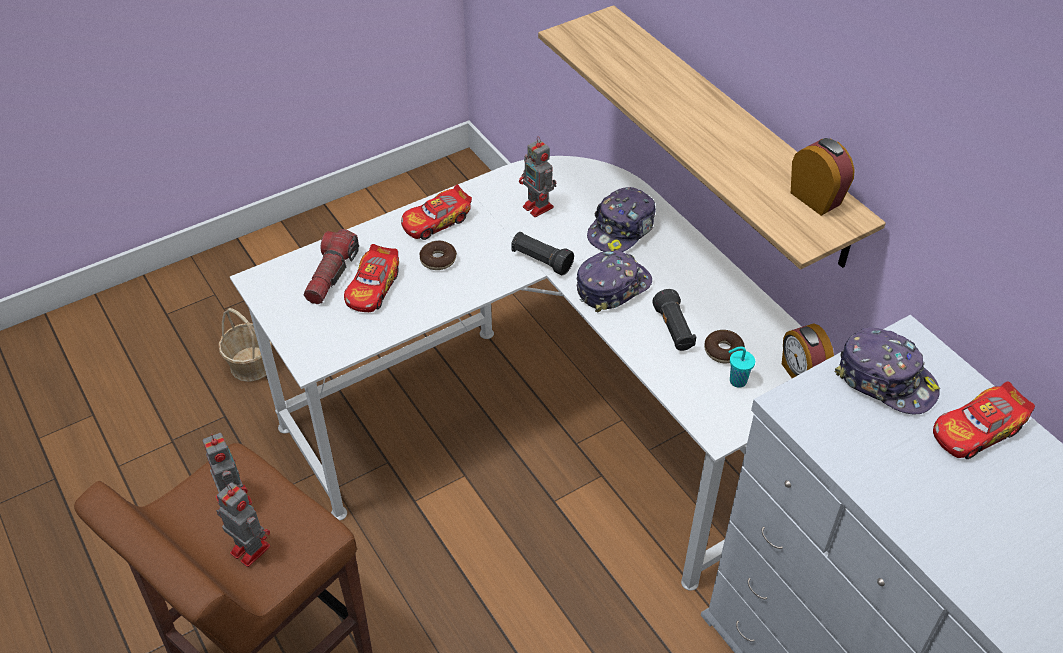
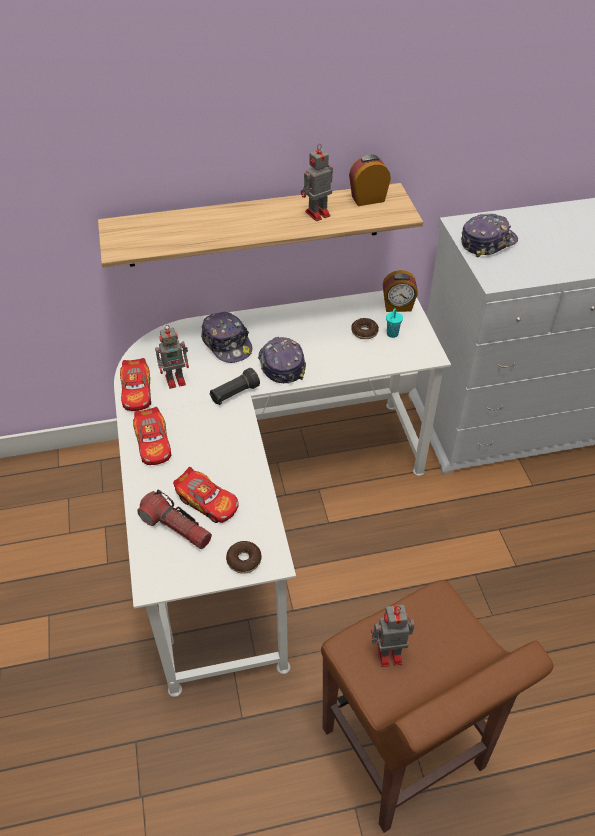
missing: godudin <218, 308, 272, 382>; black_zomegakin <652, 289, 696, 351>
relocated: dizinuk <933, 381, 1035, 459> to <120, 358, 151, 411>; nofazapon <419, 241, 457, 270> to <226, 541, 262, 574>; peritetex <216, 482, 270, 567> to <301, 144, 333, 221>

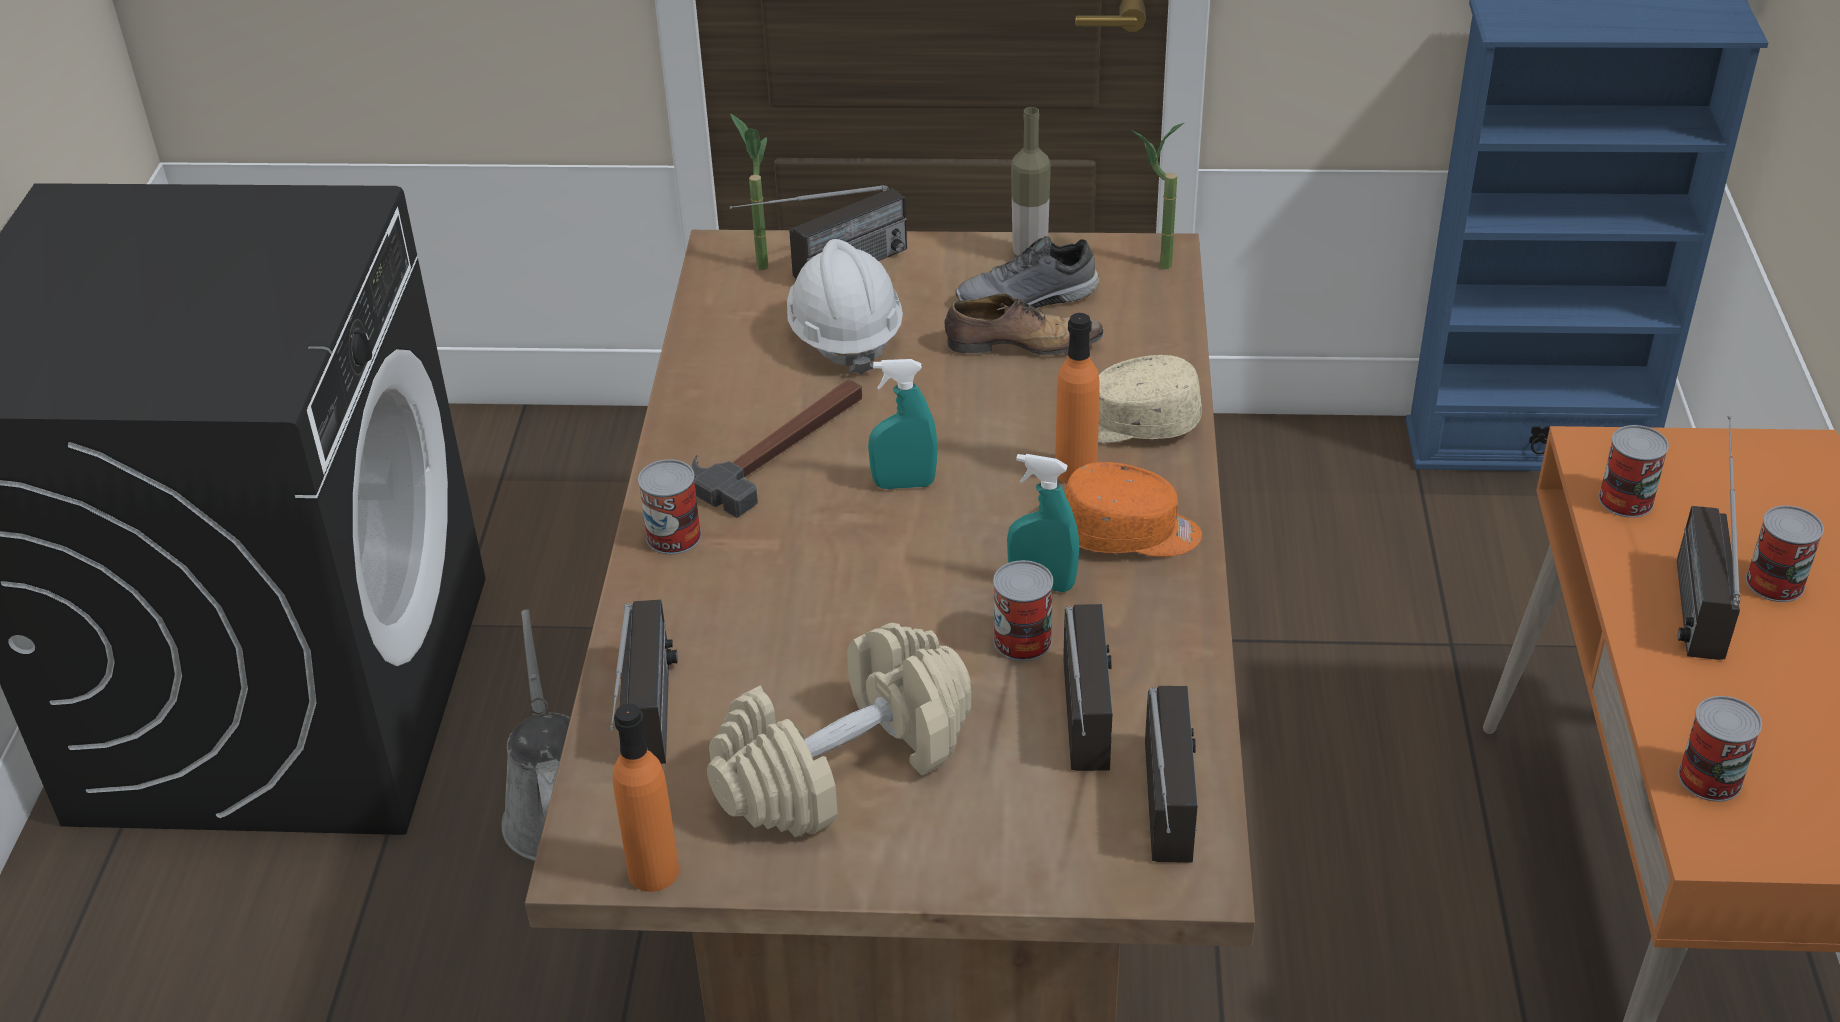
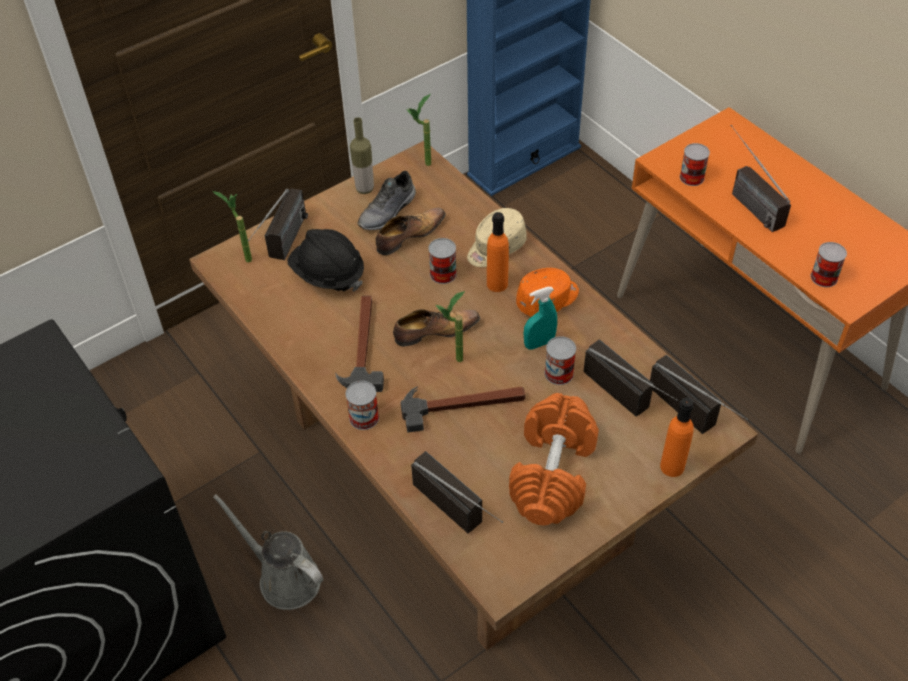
appeared: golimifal <400, 386, 526, 432>; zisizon <436, 291, 465, 362>
relocated: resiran <1746, 505, 1824, 602> to <428, 238, 457, 284>; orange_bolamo <613, 703, 679, 892> to <660, 397, 694, 477>
exchanged: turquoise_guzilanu <868, 359, 938, 489> to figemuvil <393, 309, 480, 346>
colour: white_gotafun <787, 239, 903, 375> to black_gotafun <288, 229, 364, 291>; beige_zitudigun <707, 623, 971, 837> to orange_zitudigun <509, 393, 599, 526>

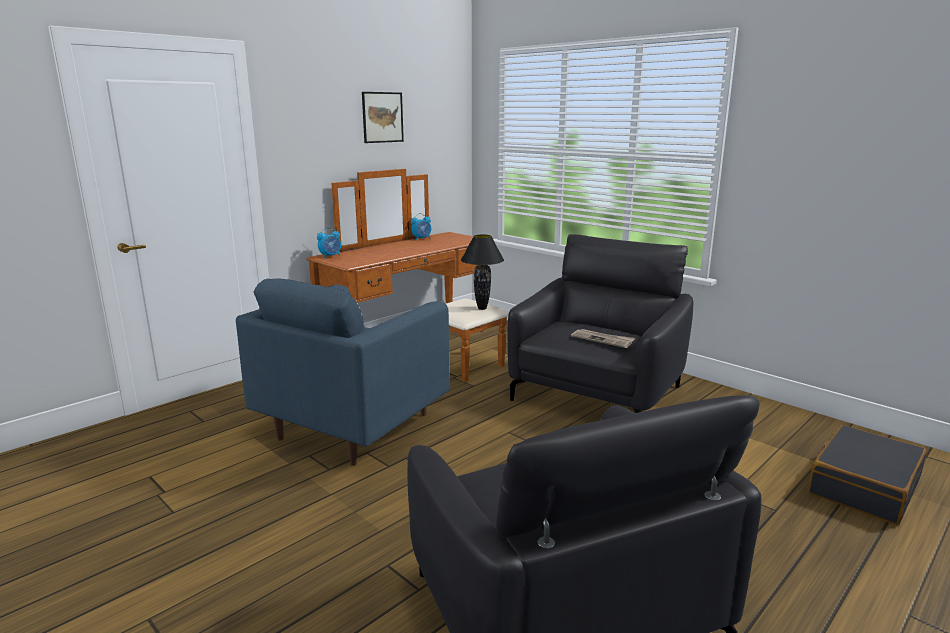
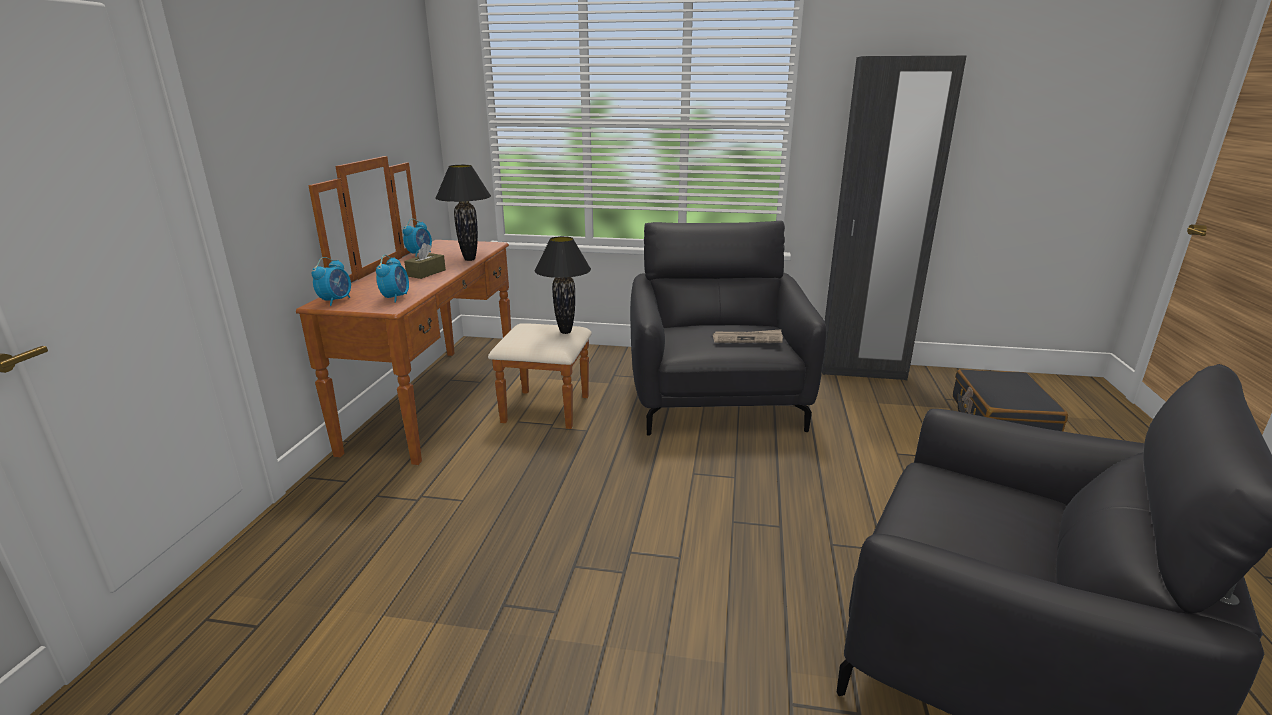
missing: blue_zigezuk <236, 278, 450, 466>; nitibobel <362, 92, 404, 143>
appeared: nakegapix <376, 255, 409, 303>; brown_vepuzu <404, 243, 446, 279>; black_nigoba <435, 165, 491, 261>; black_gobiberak <822, 56, 966, 380>

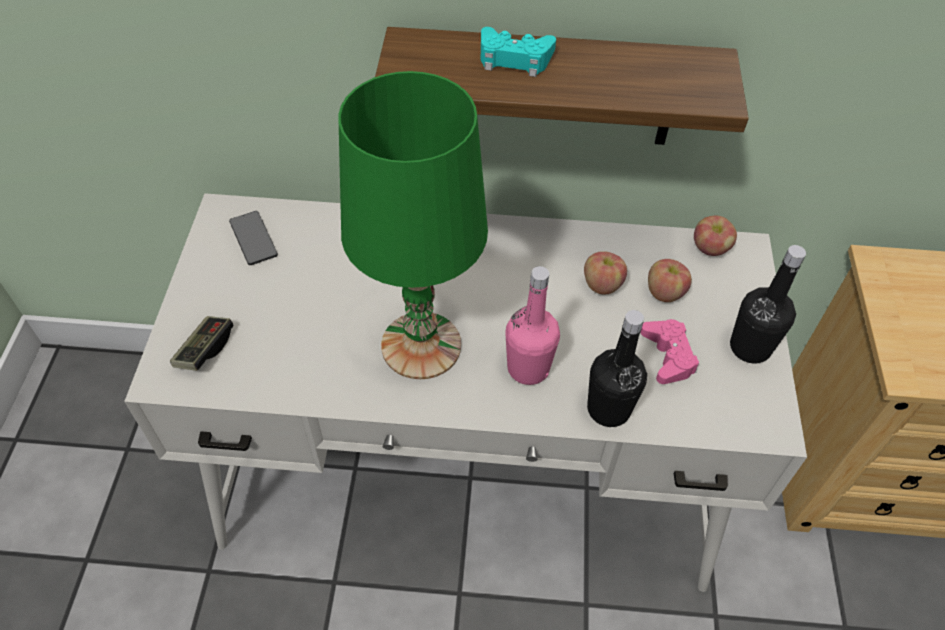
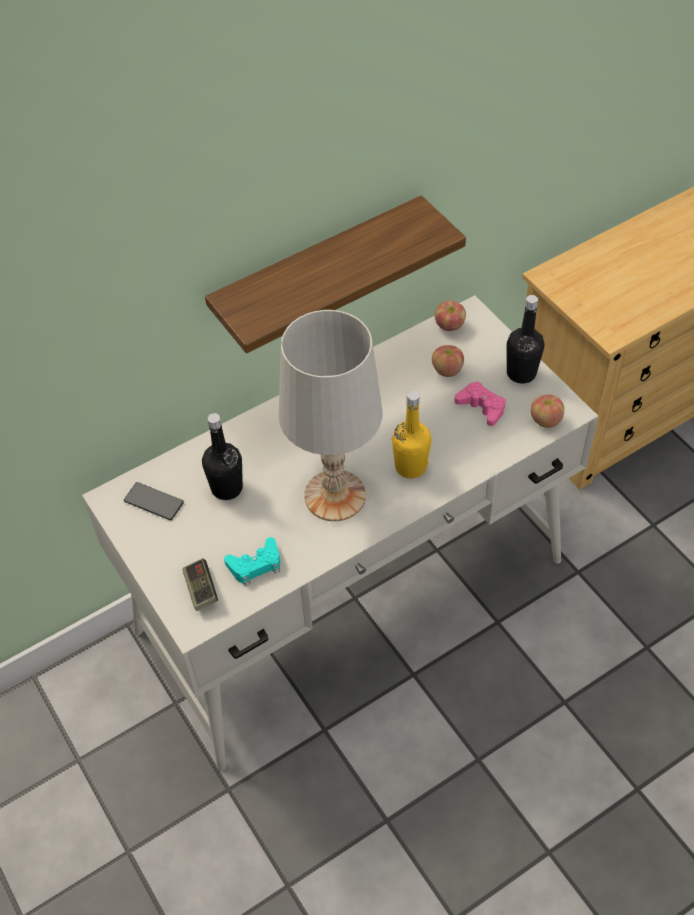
relocated: black_bolamo <587, 310, 647, 427> to <202, 413, 243, 500>; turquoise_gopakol <481, 27, 556, 77> to <224, 537, 280, 586>; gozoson <584, 251, 627, 294> to <530, 395, 564, 428>
colour: green_nigoba <339, 71, 488, 379> to white_nigoba <279, 310, 382, 521>; pink_bolamo <505, 266, 560, 385> to yellow_bolamo <392, 391, 432, 479>

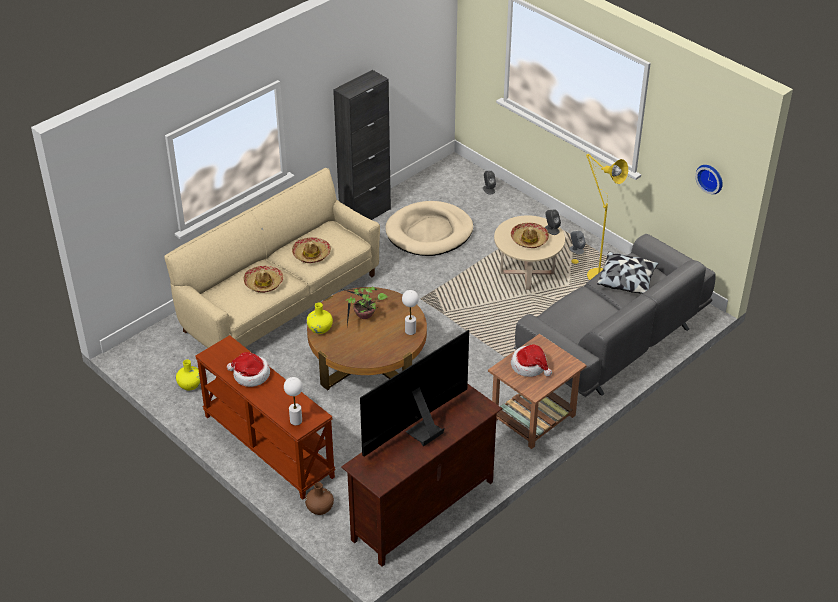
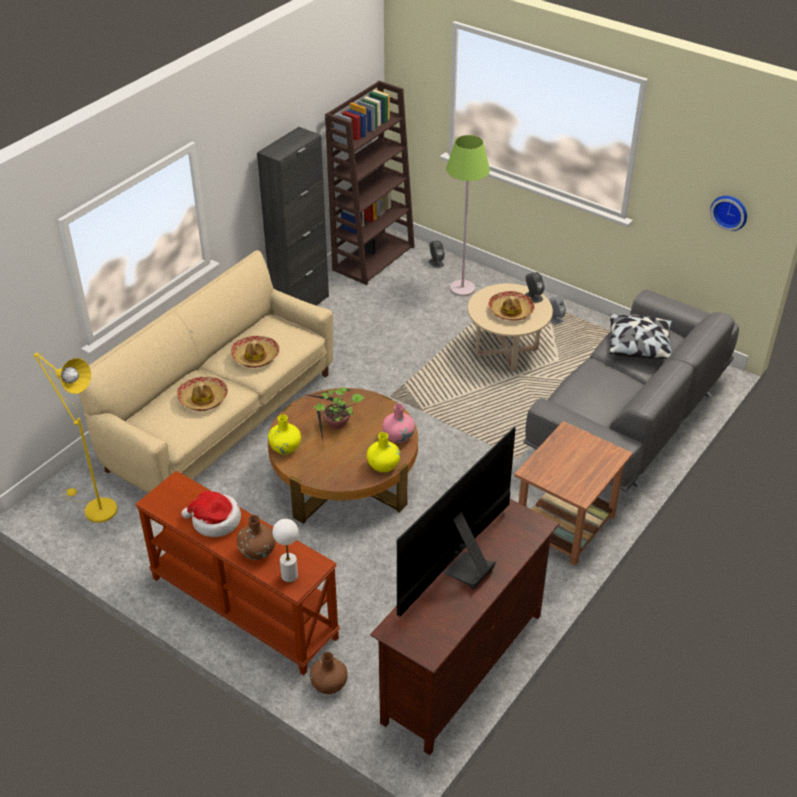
missing: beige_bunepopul <385, 201, 473, 256>; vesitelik <511, 344, 552, 377>
appeared: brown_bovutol <237, 515, 276, 560>; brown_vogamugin <325, 81, 415, 285>; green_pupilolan <446, 135, 490, 296>
relocated: yellow_pupilolan <571, 153, 628, 280> to <33, 353, 117, 523>; yellow_bovutol <176, 360, 200, 390> to <367, 432, 400, 472>
exchanged: white_nigoba <402, 290, 419, 335> to pink_bovutol <382, 403, 415, 443>

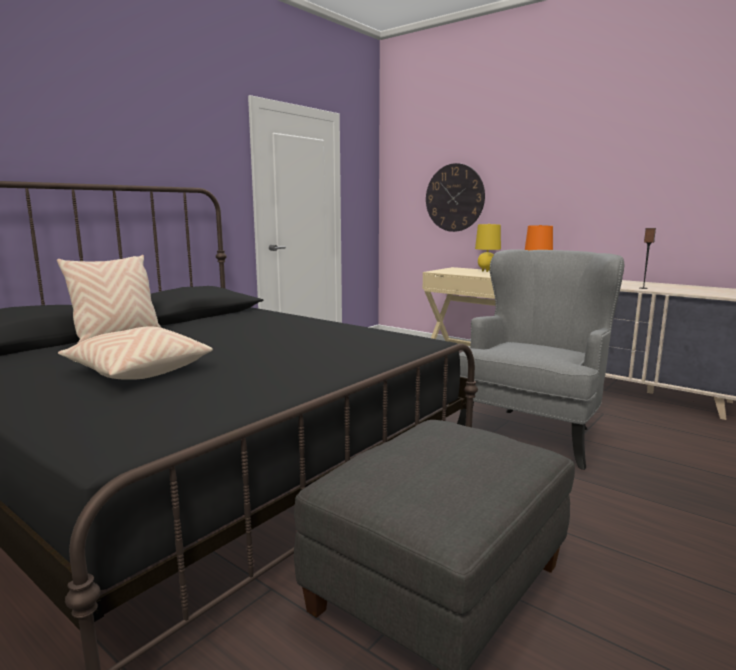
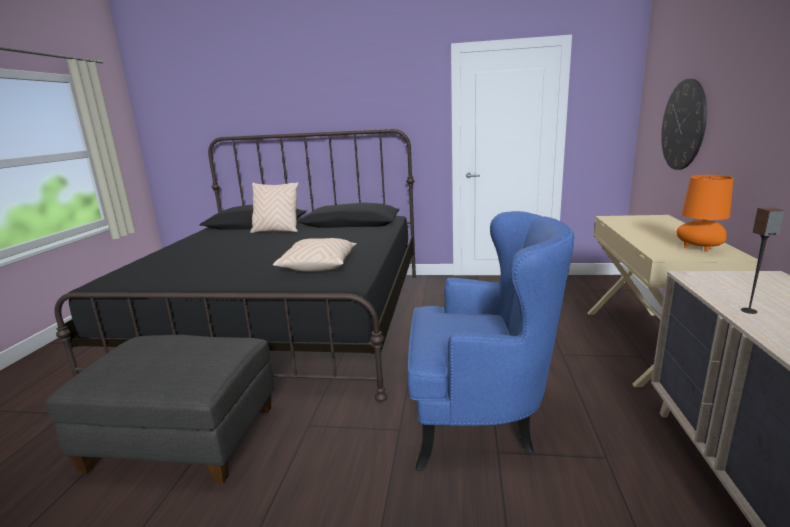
missing: yellow_nigoba <475, 224, 501, 272>
relocated: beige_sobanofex <58, 326, 213, 380> to <273, 238, 357, 272>
colour: grey_zigezuk <457, 249, 624, 470> to blue_zigezuk <407, 211, 575, 471>

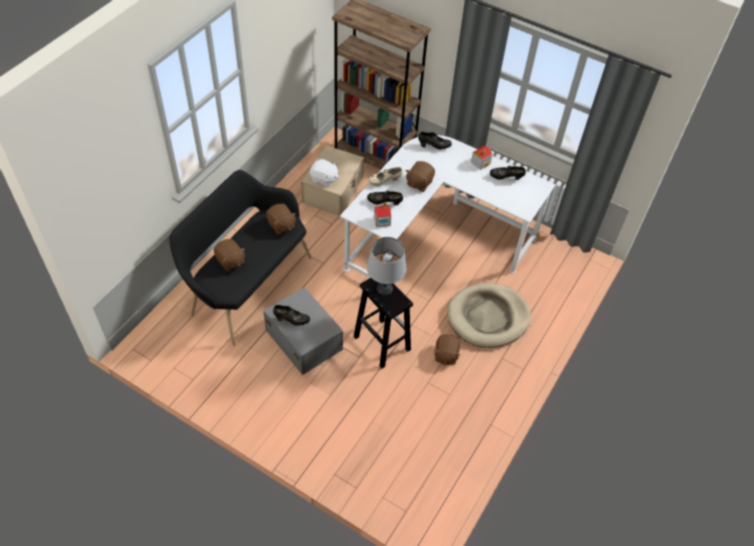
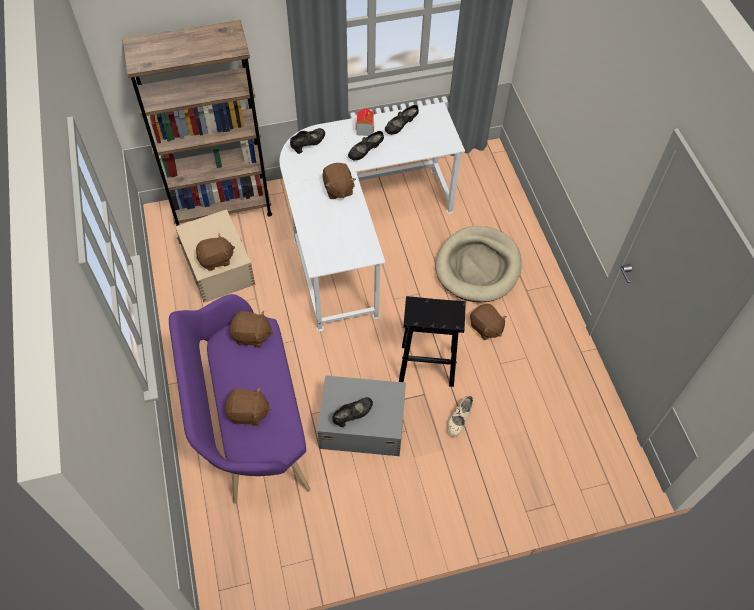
missing: grey_nigoba <367, 237, 406, 296>; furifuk <374, 202, 391, 227>
relocated: black_figemuvil <367, 190, 403, 205> to <348, 131, 384, 160>; beige_figemuvil <368, 167, 403, 186> to <448, 396, 474, 437>
colour: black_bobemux <169, 170, 312, 346> to purple_bobemux <169, 294, 310, 504>; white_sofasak <310, 159, 339, 187> to brown_sofasak <196, 233, 235, 271>

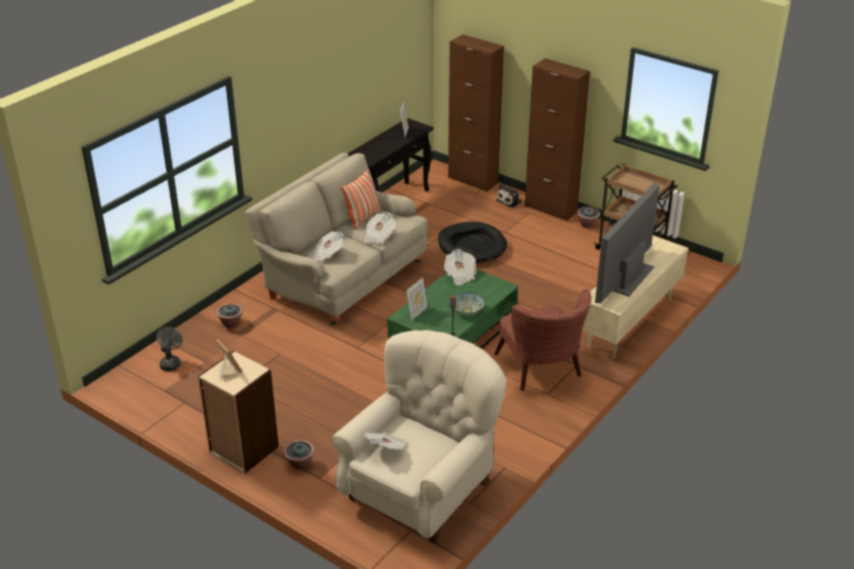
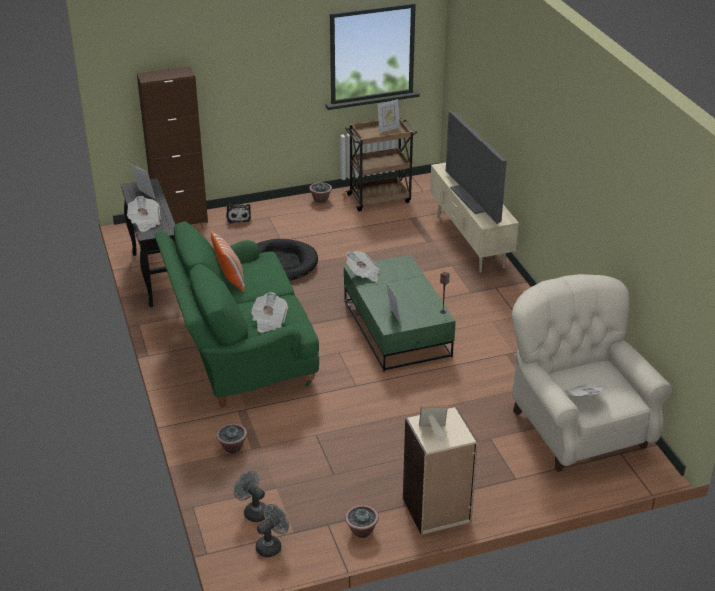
missing: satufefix <454, 293, 484, 315>; brown_zigezuk <495, 289, 591, 391>; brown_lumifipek <525, 58, 590, 221>
appeared: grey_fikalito <256, 504, 289, 557>; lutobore <377, 99, 400, 133>
relocated: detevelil <364, 212, 396, 244> to <127, 196, 161, 232>; zisizon <284, 440, 314, 470> to <345, 505, 379, 538>
colour: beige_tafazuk <245, 153, 428, 326> to green_tafazuk <154, 221, 319, 407>

